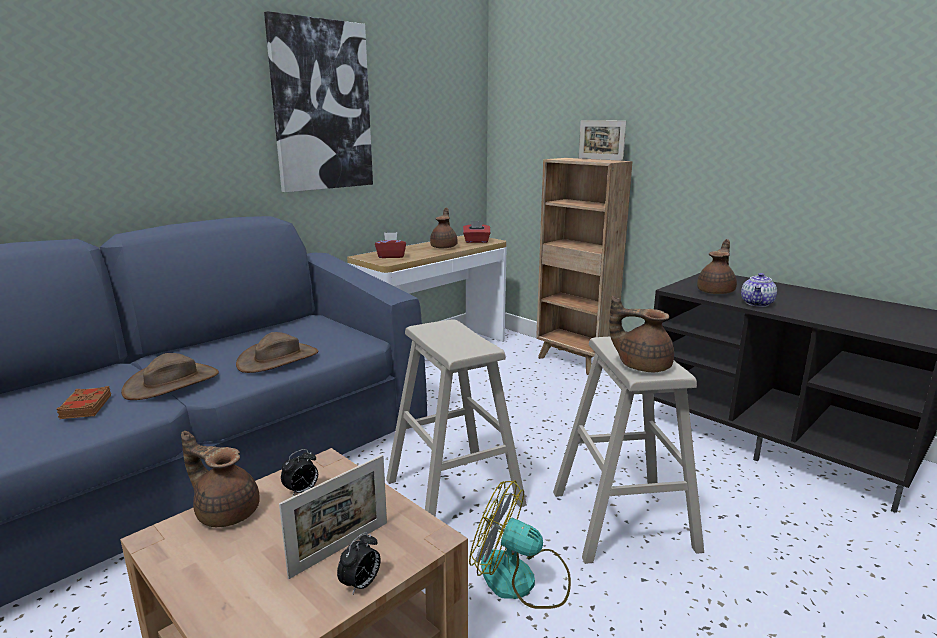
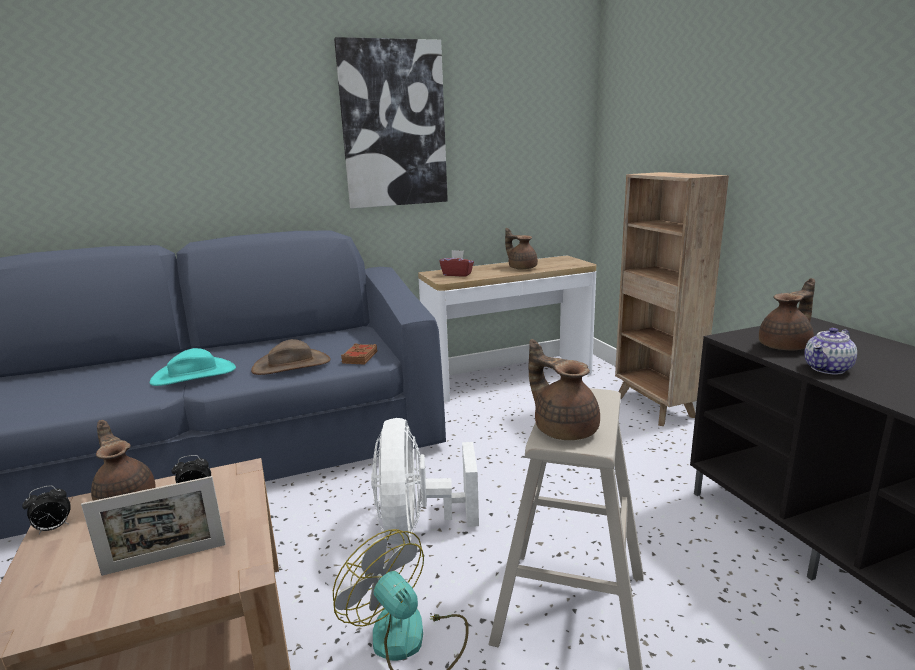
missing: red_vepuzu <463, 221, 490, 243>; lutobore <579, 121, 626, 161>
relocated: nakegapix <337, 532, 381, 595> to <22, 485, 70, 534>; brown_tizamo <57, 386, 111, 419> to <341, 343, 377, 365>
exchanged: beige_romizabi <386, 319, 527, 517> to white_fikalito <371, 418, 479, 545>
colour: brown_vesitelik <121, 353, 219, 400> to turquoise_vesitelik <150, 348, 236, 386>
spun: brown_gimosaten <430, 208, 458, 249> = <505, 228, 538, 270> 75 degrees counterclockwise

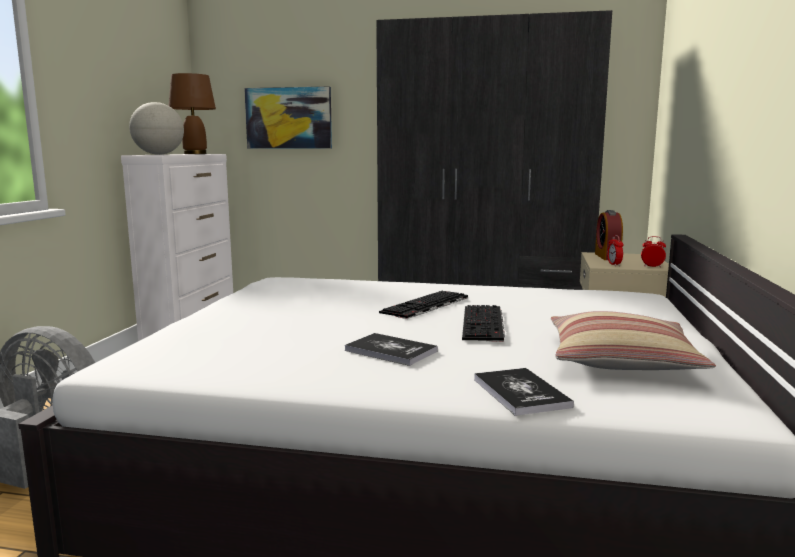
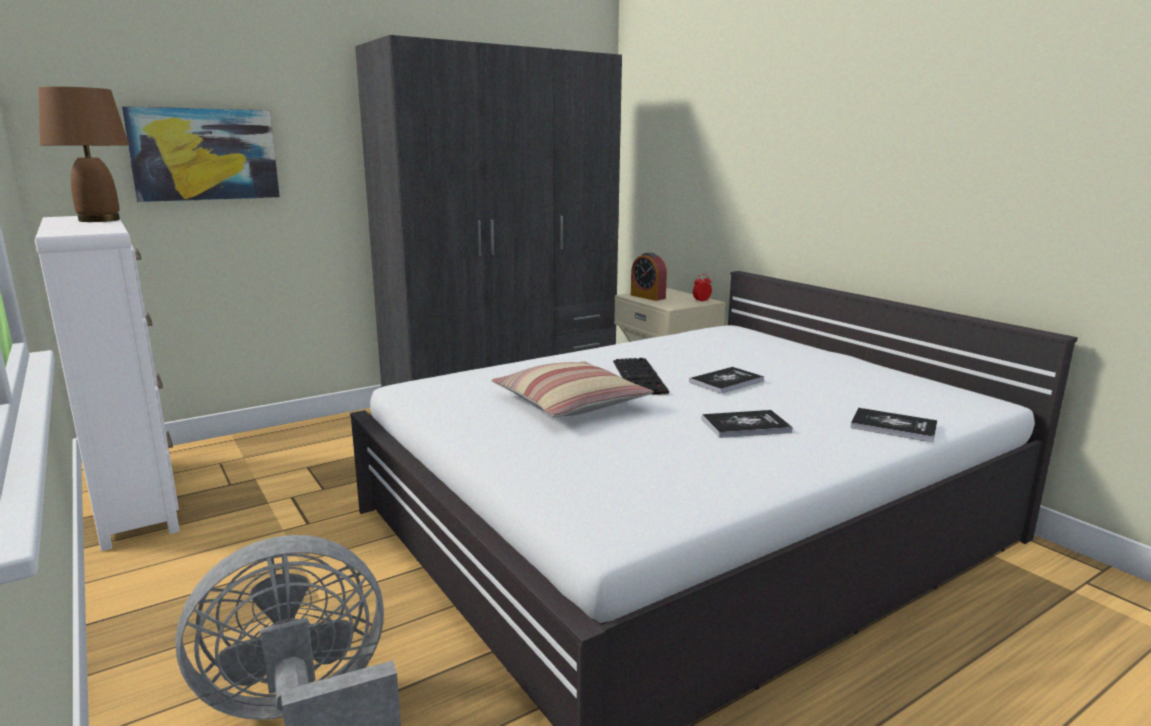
missing: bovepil <129, 102, 184, 155>; nakegapix <607, 235, 623, 266>
relocated: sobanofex <550, 311, 716, 370> to <491, 361, 654, 417>
exchanged: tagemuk <462, 305, 505, 342> to tizamo <689, 367, 764, 394>

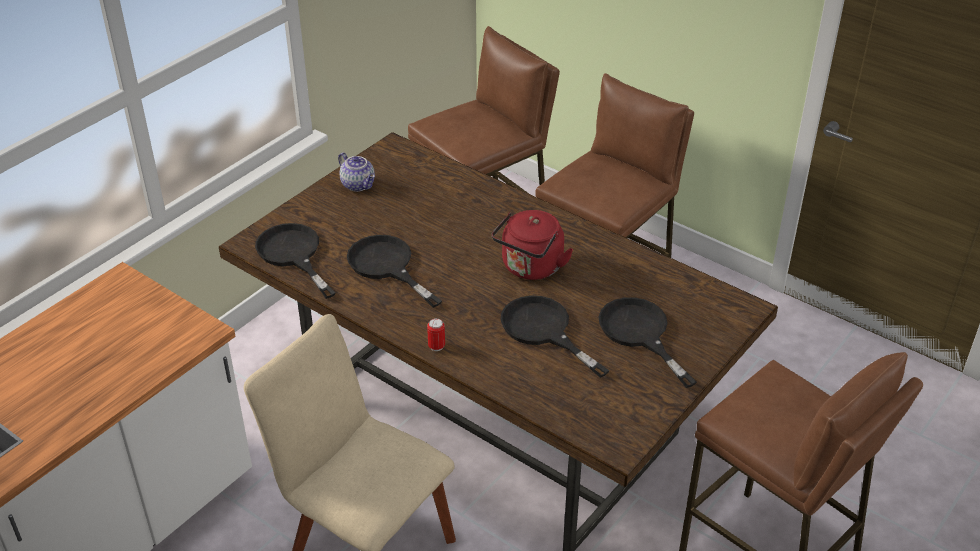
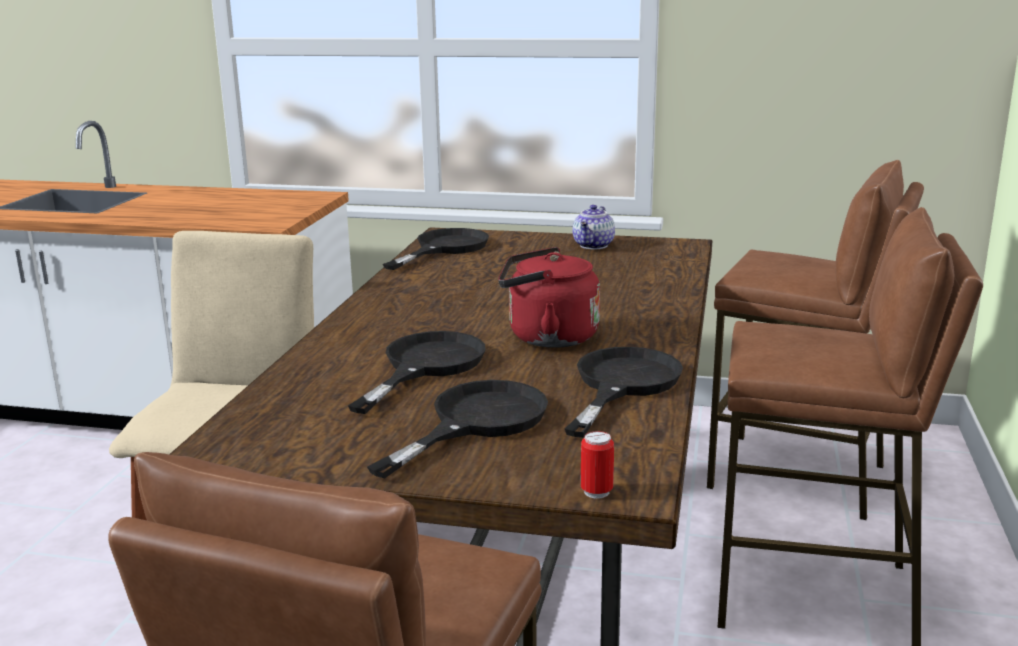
relocated: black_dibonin <347, 235, 442, 308> to <565, 347, 683, 438>; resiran <427, 318, 445, 351> to <581, 431, 614, 499>

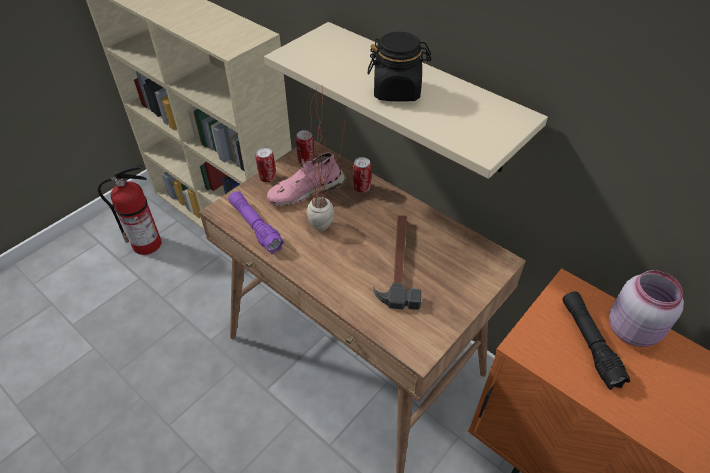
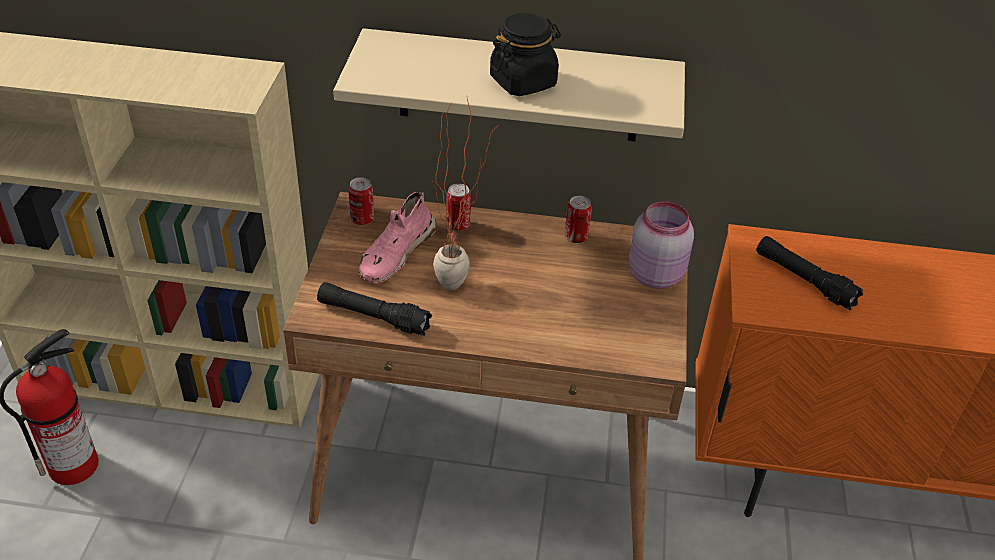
missing: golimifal <373, 215, 421, 310>
relocated: resiran <256, 147, 276, 182> to <565, 196, 592, 243>; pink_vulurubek <609, 270, 684, 347> to <629, 201, 694, 289>
colour: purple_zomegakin <228, 191, 284, 254> to black_zomegakin <317, 282, 432, 336>

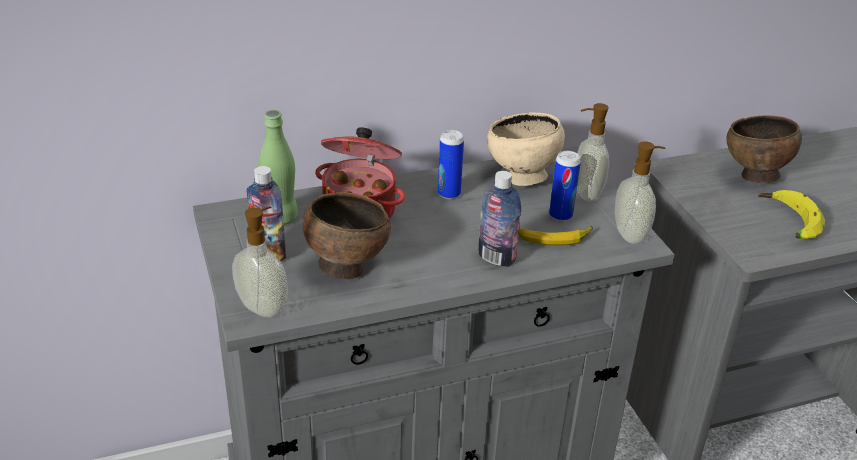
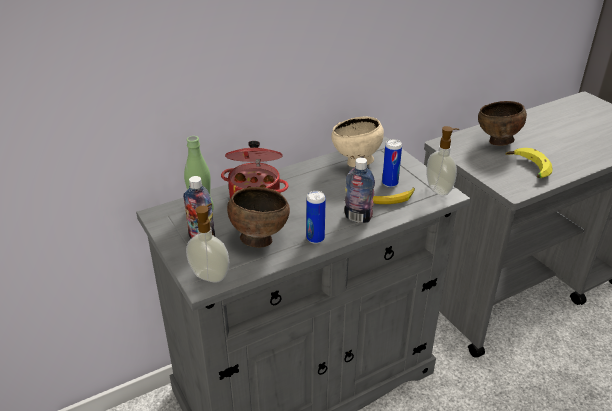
missing: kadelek <577, 103, 609, 201>
relocated: resiran <438, 130, 464, 199> to <306, 191, 326, 244>

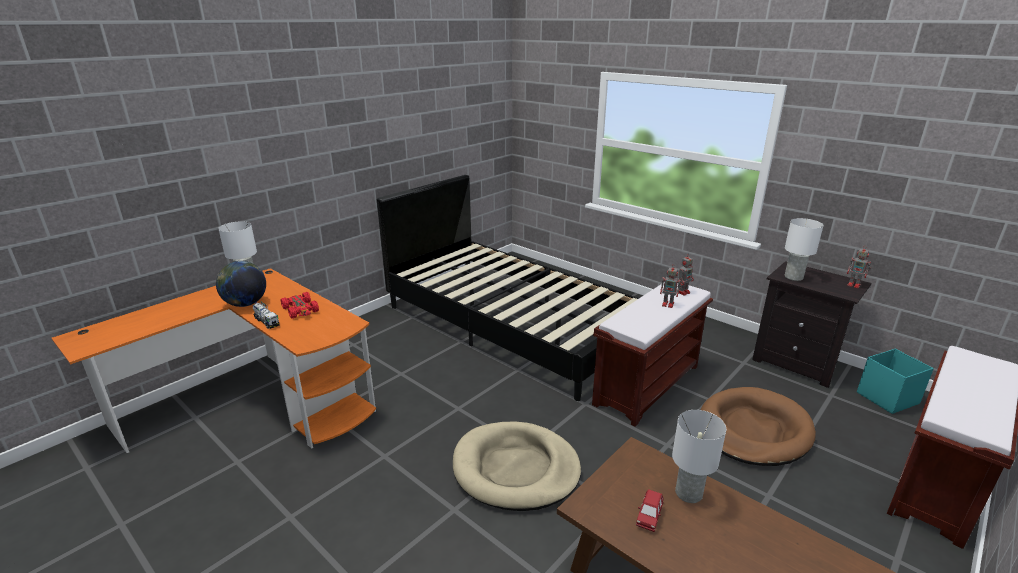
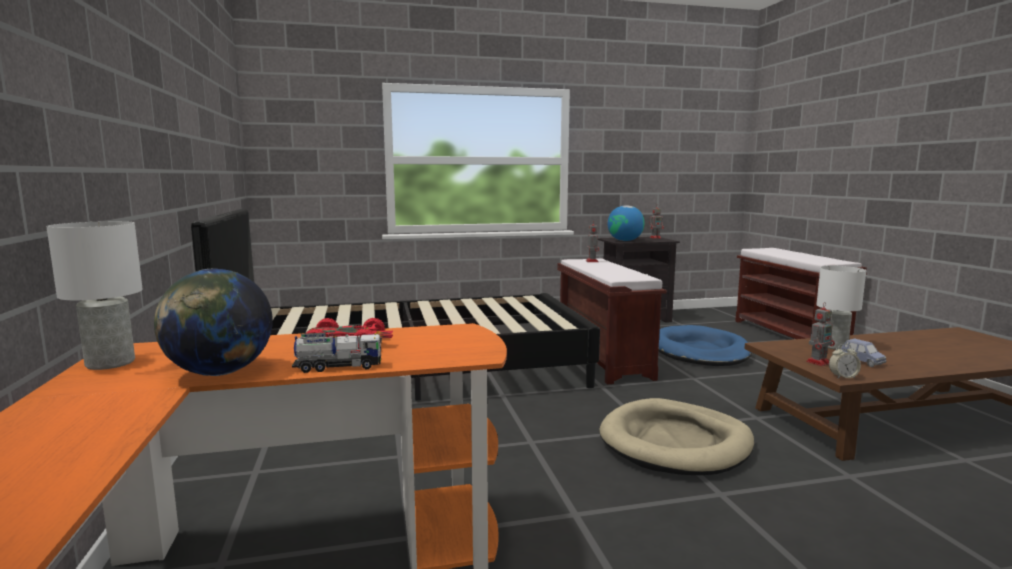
missing: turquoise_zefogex <857, 349, 934, 414>
appeared: nakegapix <829, 344, 861, 379>
relocated: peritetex <660, 264, 682, 308> to <806, 302, 835, 366>
exchanged: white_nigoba <785, 218, 824, 281> to bovepil <607, 205, 644, 241>
colour: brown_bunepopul <701, 387, 816, 466> to blue_bunepopul <658, 325, 752, 366>; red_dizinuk <636, 489, 664, 532> to blue_dizinuk <841, 338, 887, 367>

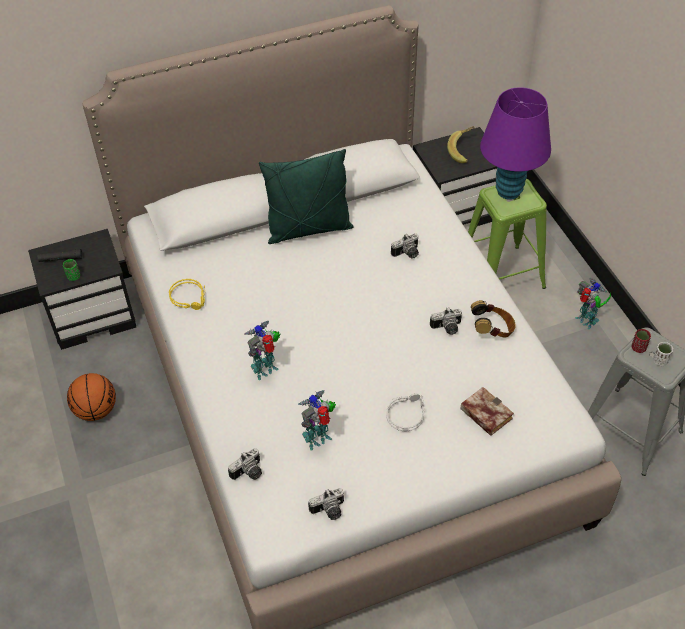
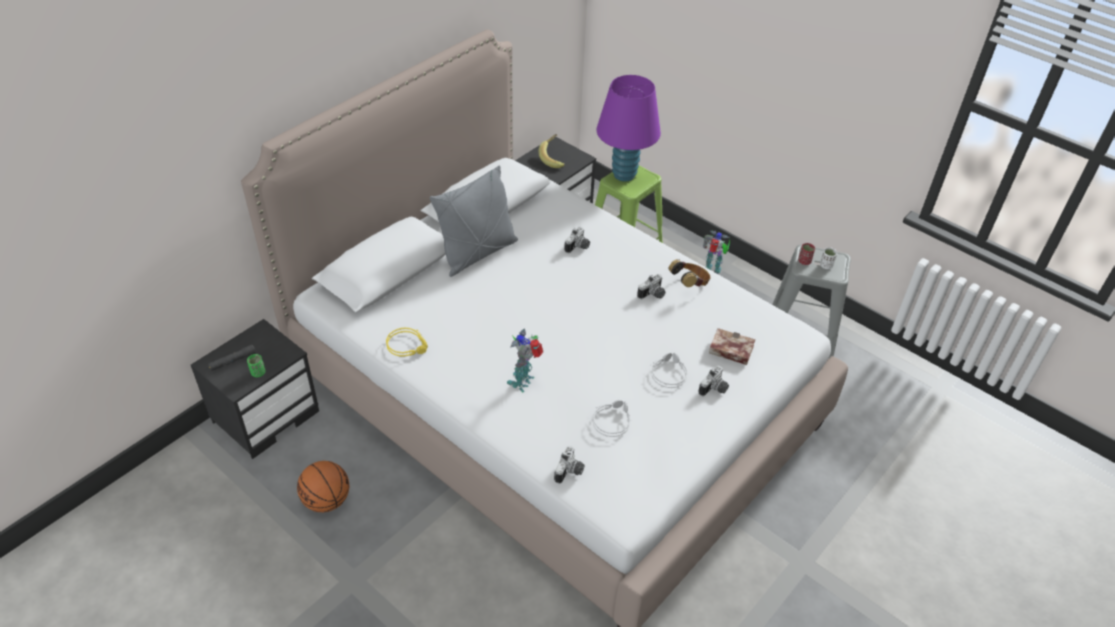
relocated: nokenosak <308, 488, 344, 520> to <698, 366, 729, 396>
exchanged: peritetex <298, 390, 336, 451> to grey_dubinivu <593, 399, 630, 437>
colour: green_sobanofex <259, 149, 354, 244> to grey_sobanofex <430, 165, 518, 277>

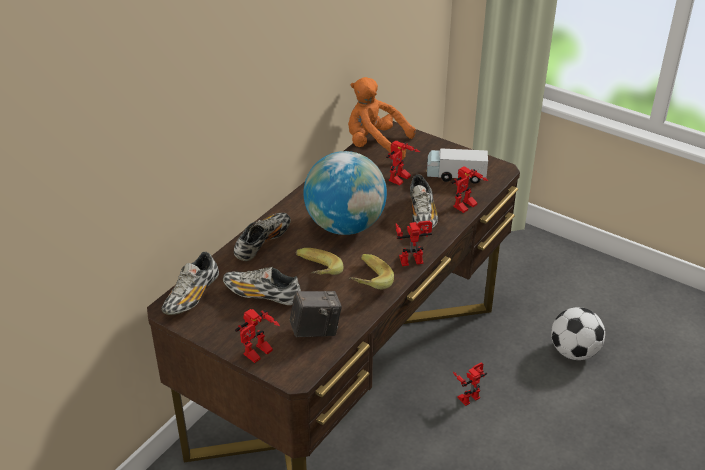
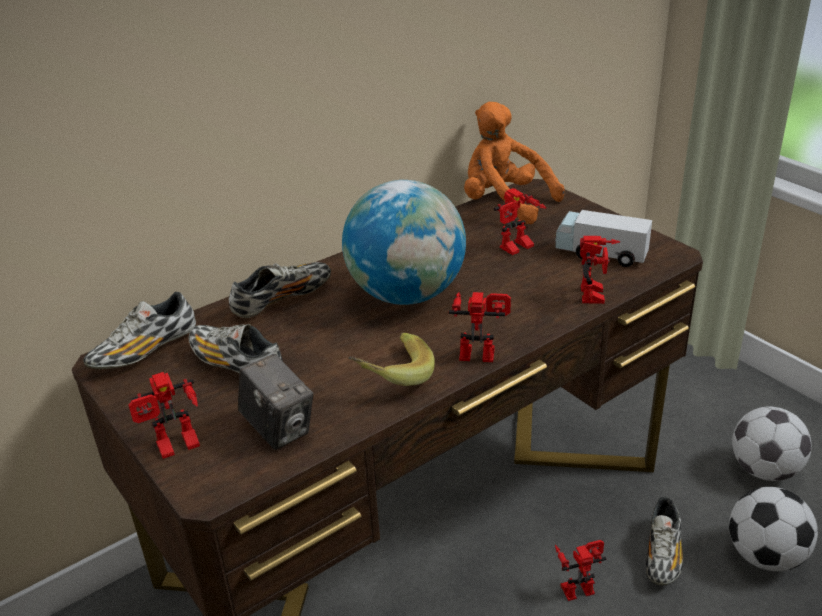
missing: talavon <295, 248, 344, 275>
appeared: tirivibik <732, 407, 812, 481>
relocated: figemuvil <410, 175, 438, 231> to <646, 497, 683, 586>
spun: nokenosak <290, 291, 342, 337> = <238, 354, 313, 450> 45 degrees clockwise; peritetex <452, 166, 488, 213> = <580, 236, 620, 304> 60 degrees counterclockwise

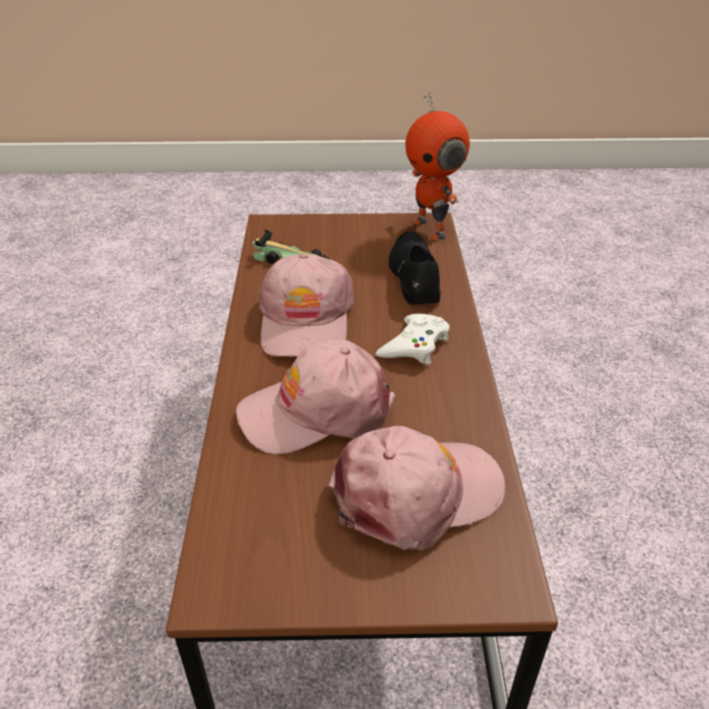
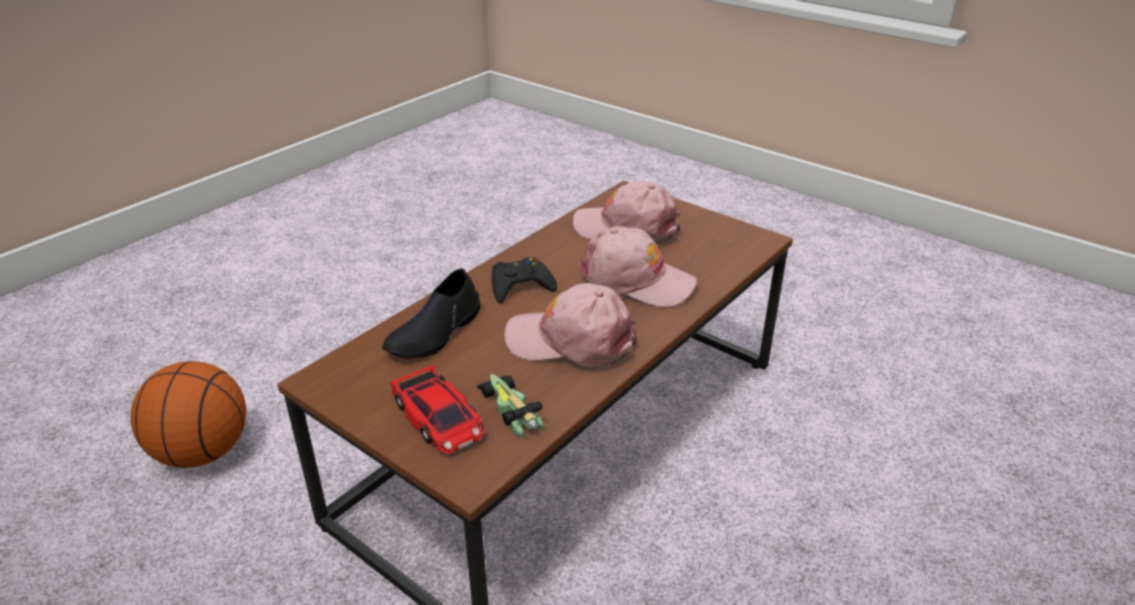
missing: peritetex <405, 92, 470, 240>
appeared: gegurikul <131, 361, 246, 468>; dizinuk <390, 365, 486, 454>
colour: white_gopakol <376, 313, 450, 365> to black_gopakol <492, 257, 557, 303>
spun: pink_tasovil <259, 254, 354, 357> = <504, 283, 637, 367> 120 degrees counterclockwise

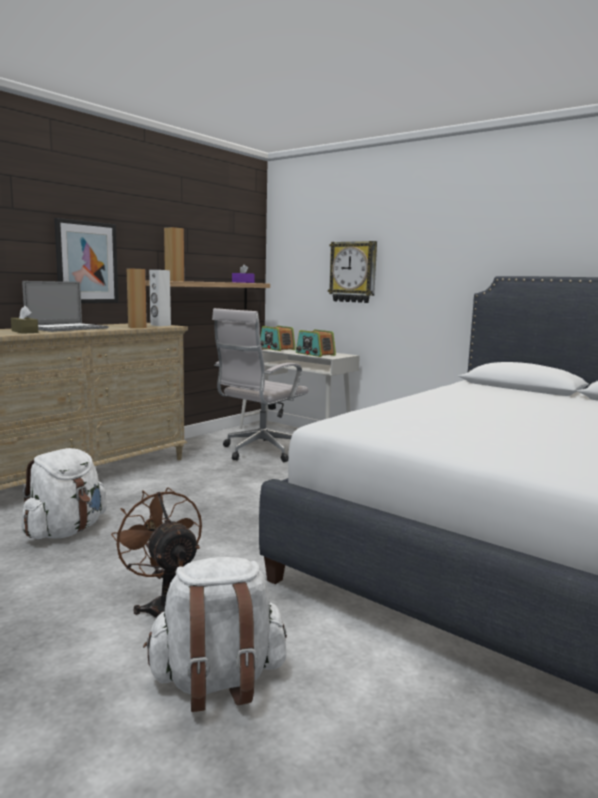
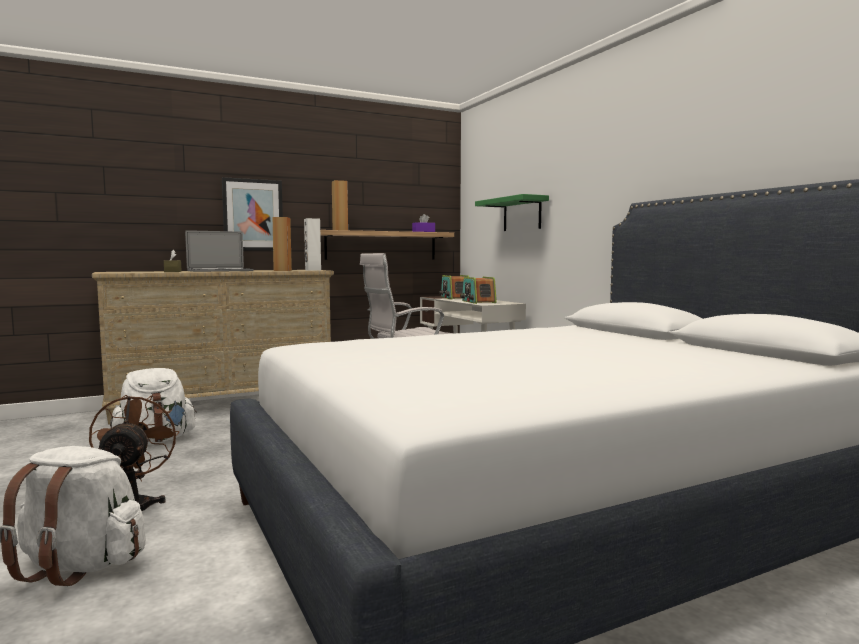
exchanged: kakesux <328, 241, 377, 303> to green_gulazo <475, 194, 549, 231>

